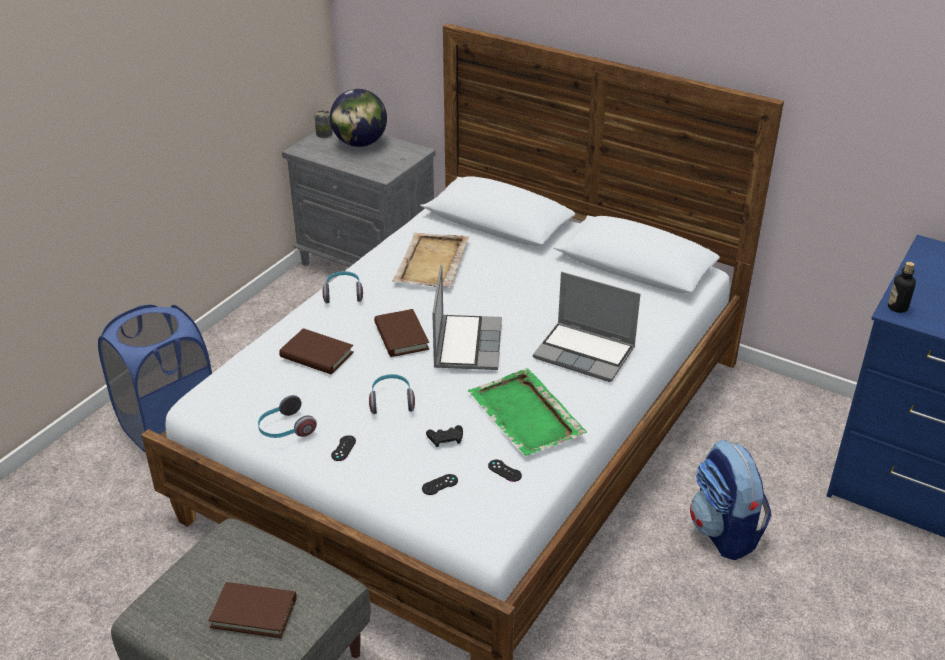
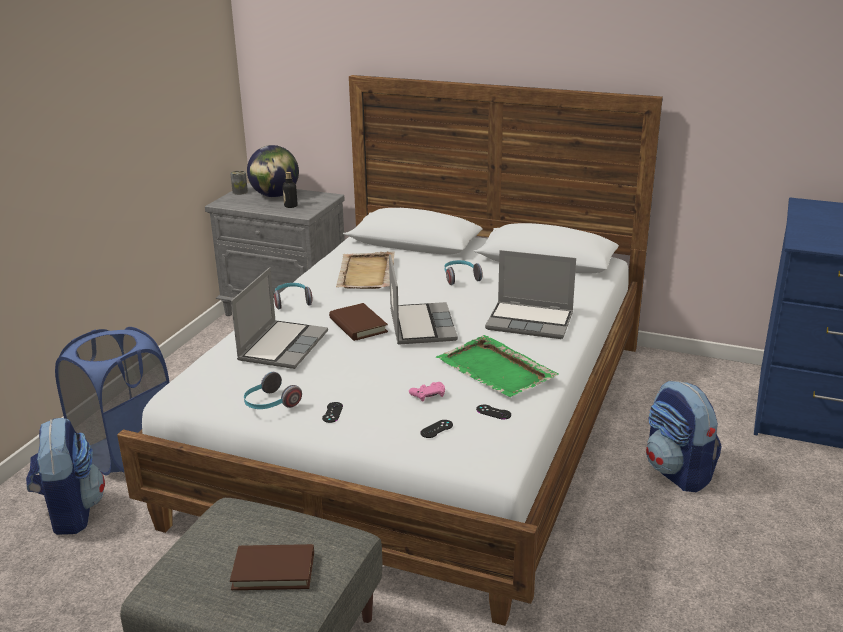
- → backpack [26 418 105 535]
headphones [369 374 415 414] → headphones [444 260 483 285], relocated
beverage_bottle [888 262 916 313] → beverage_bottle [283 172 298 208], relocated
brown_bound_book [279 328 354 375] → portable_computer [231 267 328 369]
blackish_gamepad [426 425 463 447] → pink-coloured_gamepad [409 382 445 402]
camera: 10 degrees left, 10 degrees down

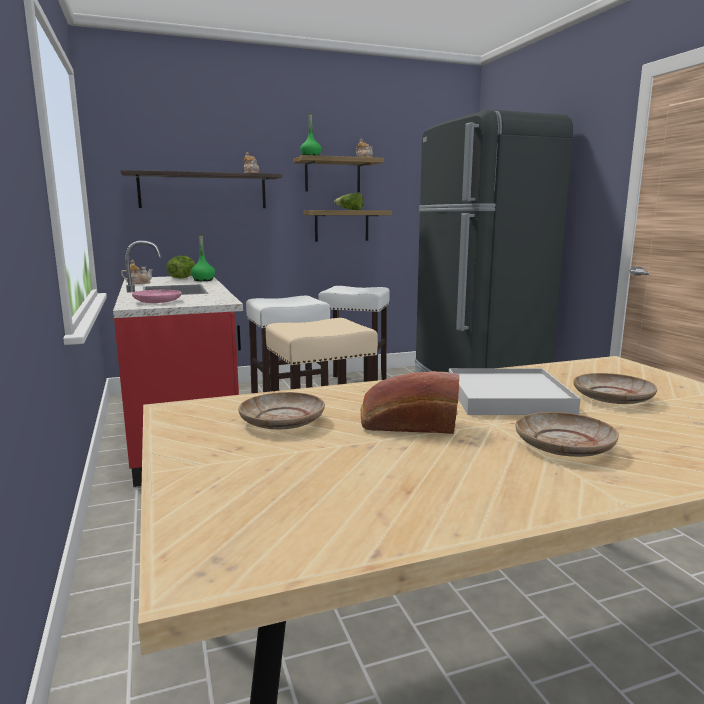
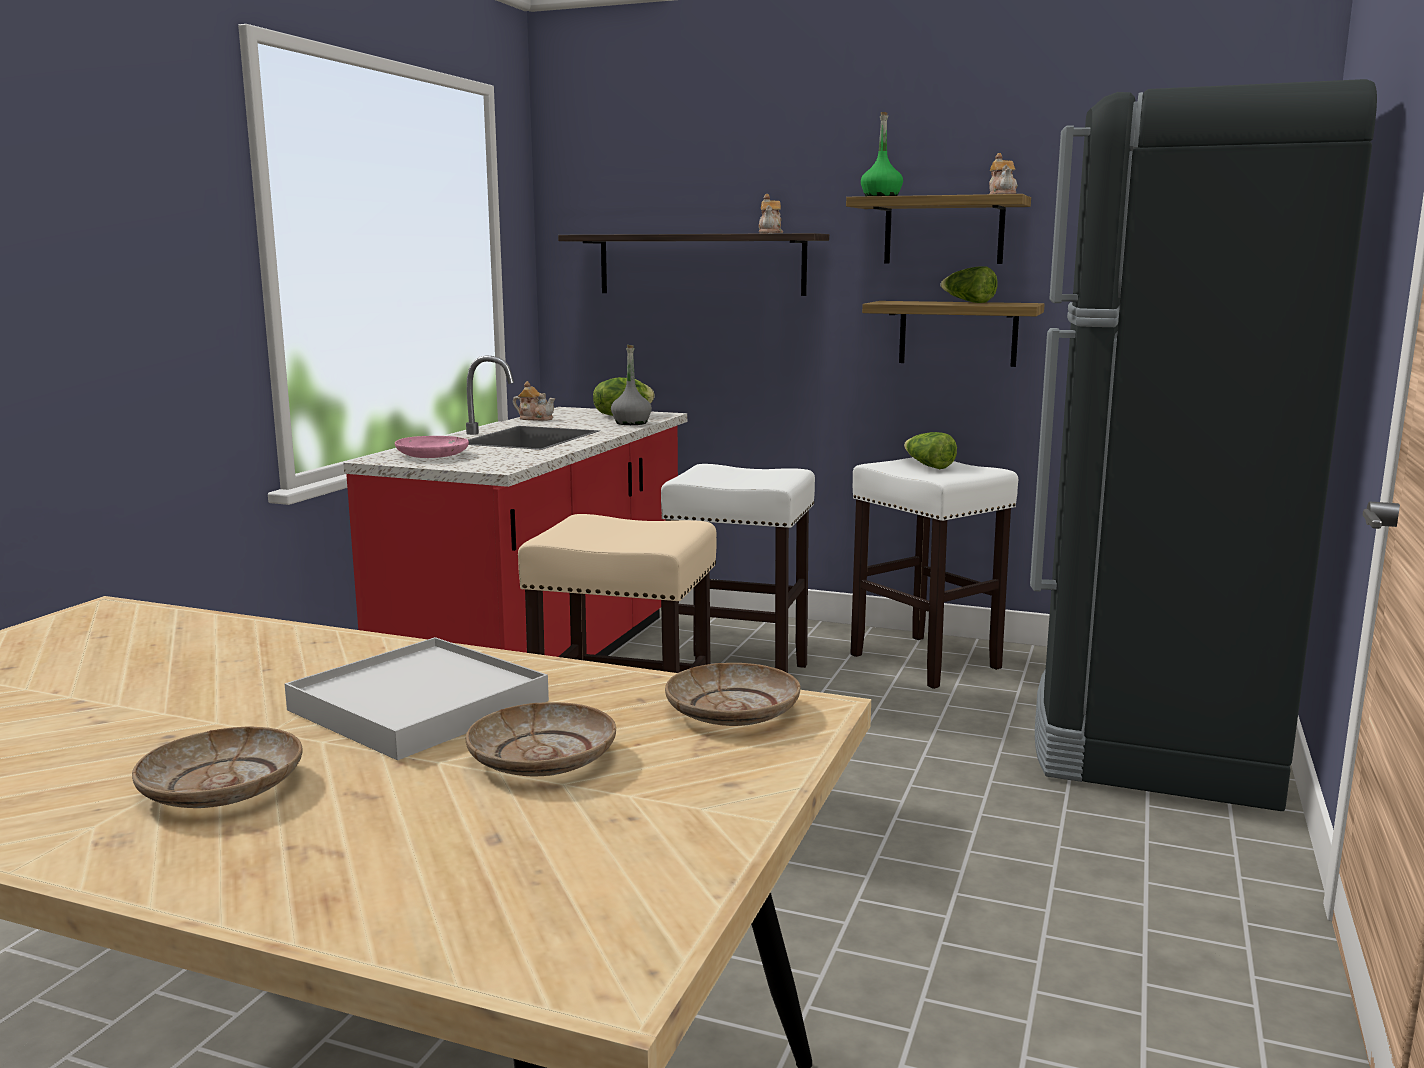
bread [361 371 459 434] → -
- → lettuce [904 432 957 469]
beige_flat_dish [238 392 325 429] → beige_flat_dish [665 663 800 726], relocated
green-coloured_beverage_bottle [191 234 215 281] → gray_beverage_bottle [611 345 652 425]
camera: 40 degrees right, 0 degrees up

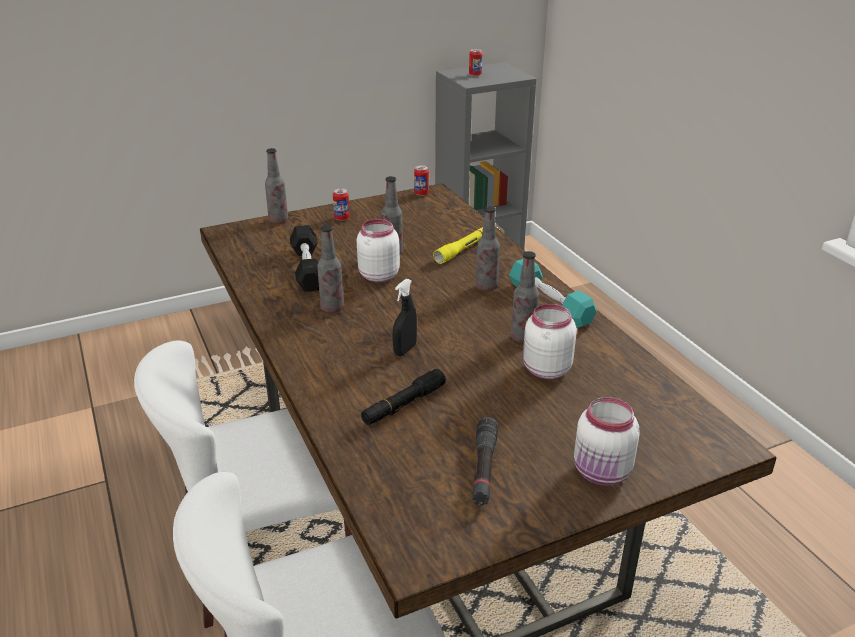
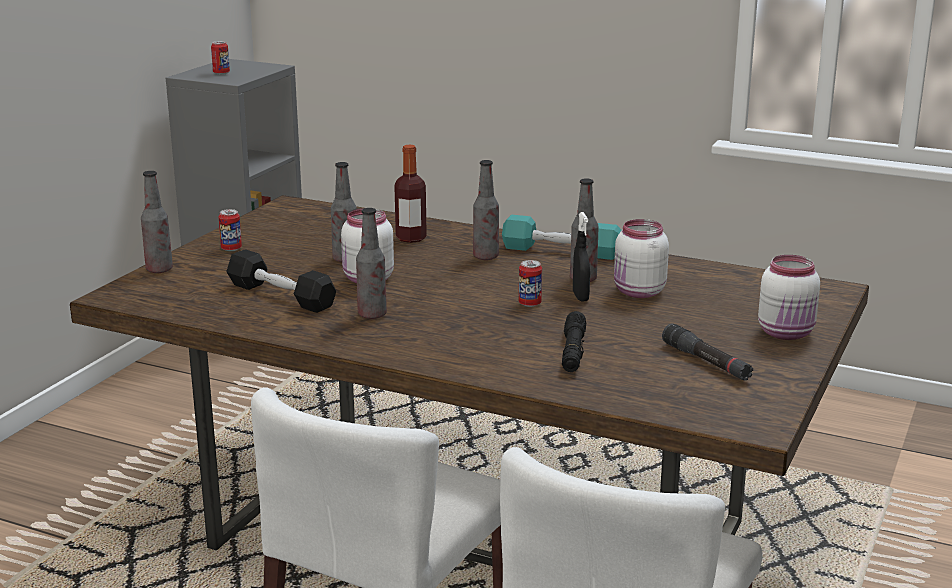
blackish_hand_sprayer [393 279 417 356] → blackish_hand_sprayer [573 212 590 302], relocated
sealed_can [414 165 429 196] → sealed_can [519 260 542 307], relocated
yellowish_hand_torch [433 227 483 264] → beverage_bottle [394 145 427 243]
camera: 40 degrees left, 10 degrees down

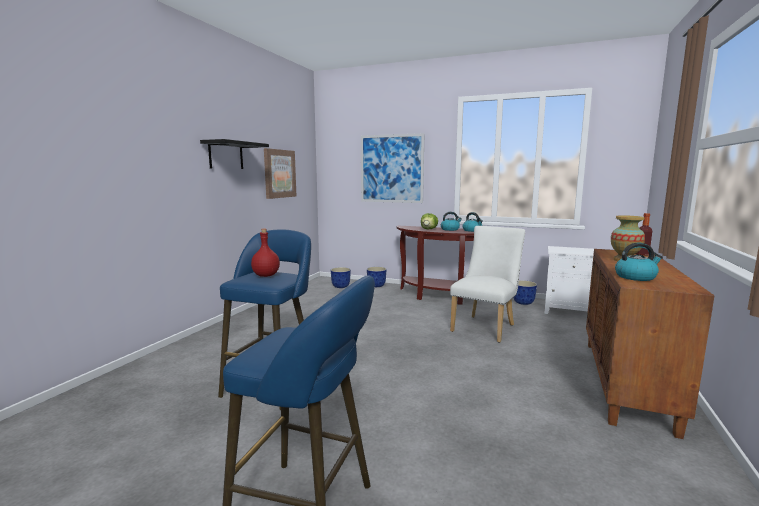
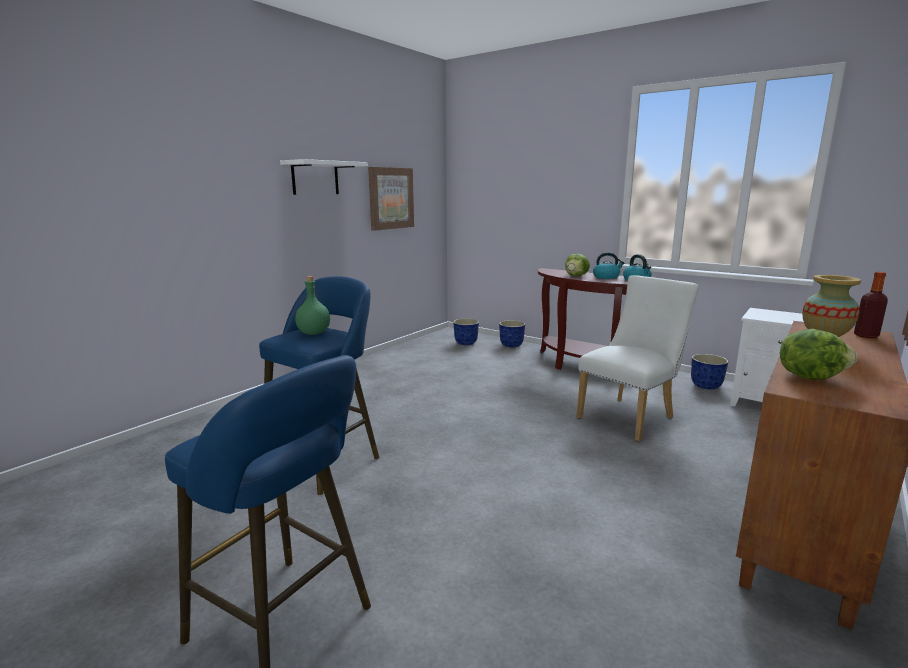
wall_picture [361 133 425 203] → -
water_kettle [615 242 663 281] → lettuce [780 329 857 380]
blackish_bracket_shelf [200 139 269 169] → white-coloured_bracket_shelf [280 159 368 195]
red_beverage_bottle [251 229 280 277] → green-coloured_beverage_bottle [295 276 330 335]
camera: 15 degrees right, 5 degrees up

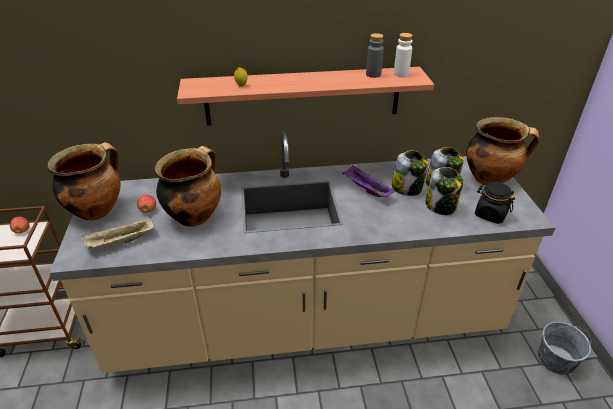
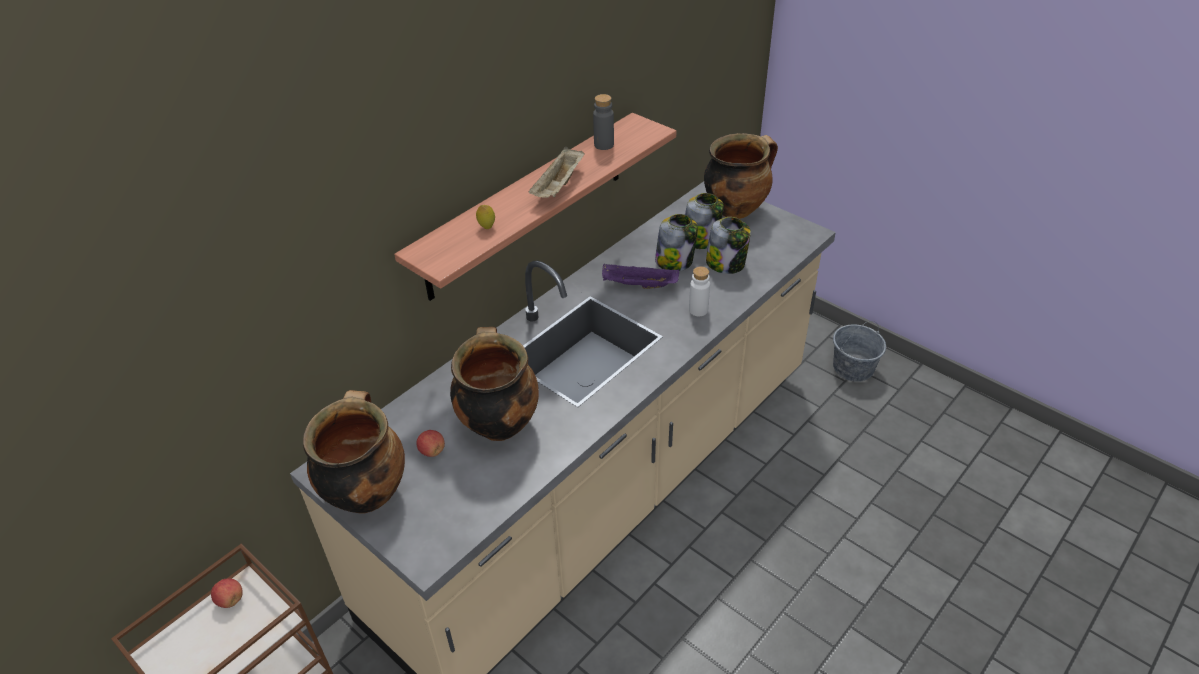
blackish_storage_jar [475 182 515 224] → -
beige_carrying_tray [82 217 154 249] → beige_carrying_tray [528 147 585 198], relocated
white-coloured_beverage_bottle [394 33 413 77] → white-coloured_beverage_bottle [689 267 710 316], relocated
camera: 40 degrees left, 5 degrees up

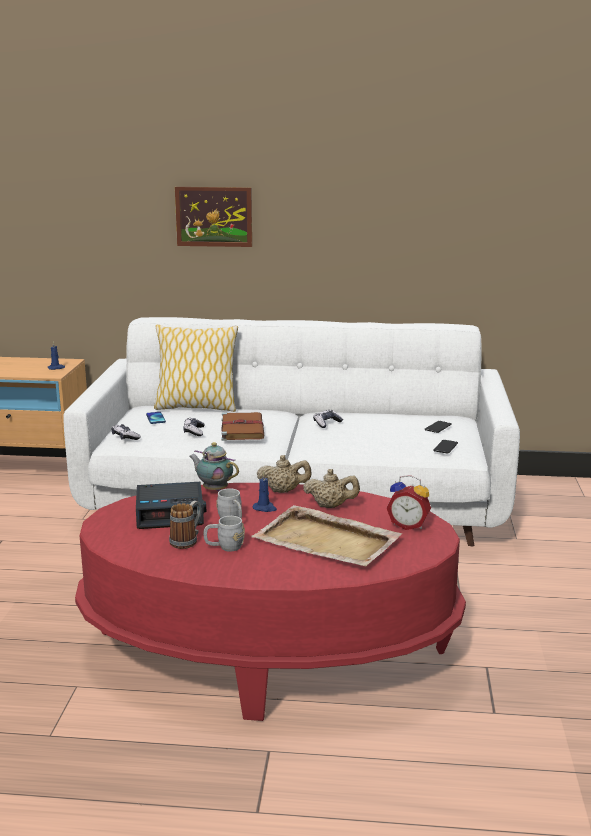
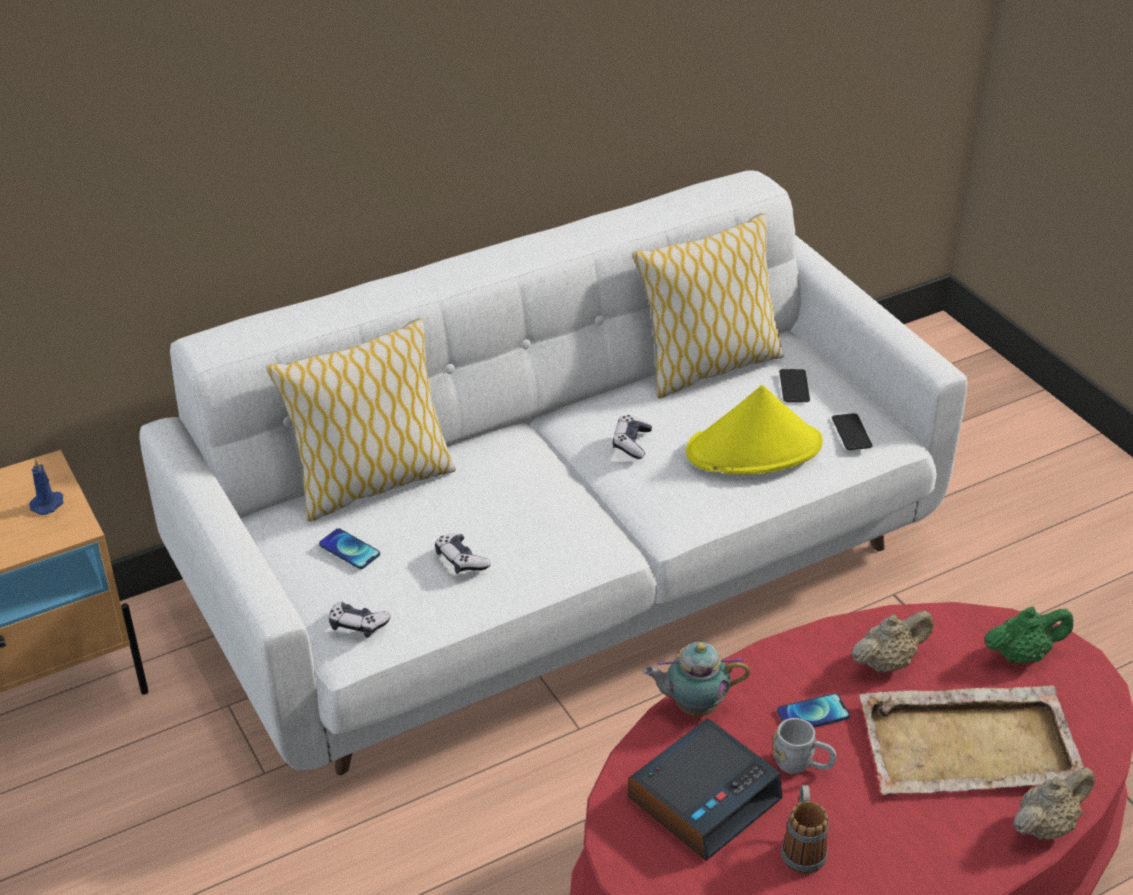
wall_picture [175 187 252 247] → -
gray_tea_mug [204 516 245 552] → -
brown_bound_book [221 412 264 441] → -
- → cushion [632 213 784 398]
- → yellowish_wearable_hat [686 385 823 474]
beige_teapot [257 455 312 493] → beige_teapot [1013 767 1095 840], relocated
blue-coloured_wax_light [253 472 277 512] → phone [777 693 850 727]
table_clock [387 475 431 530] → green-coloured_teapot [984 607 1073 663]
camera: 35 degrees left, 20 degrees up

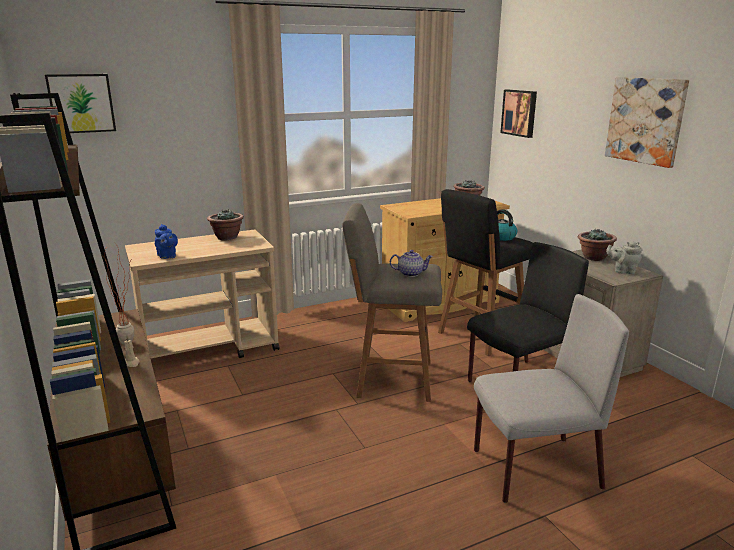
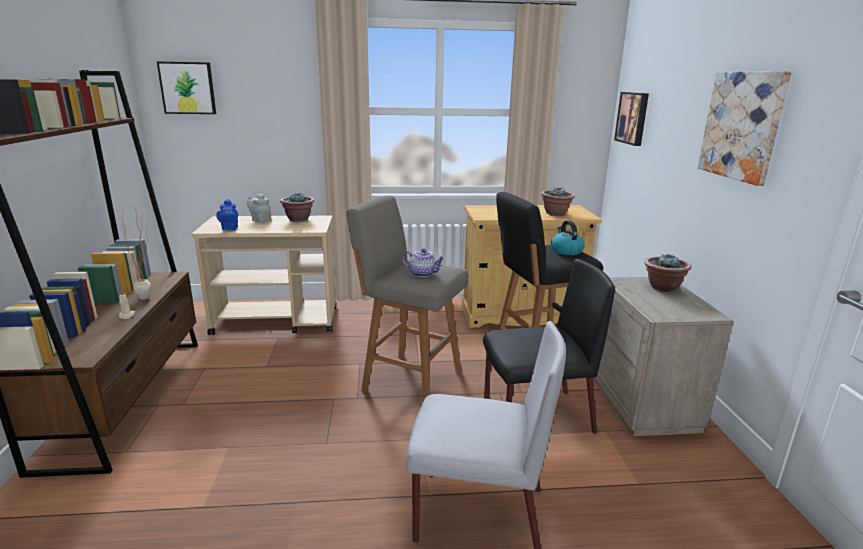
gray_teapot [606 241 642 274] → gray_teapot [246 194 271 223], relocated
camera: 20 degrees right, 0 degrees up

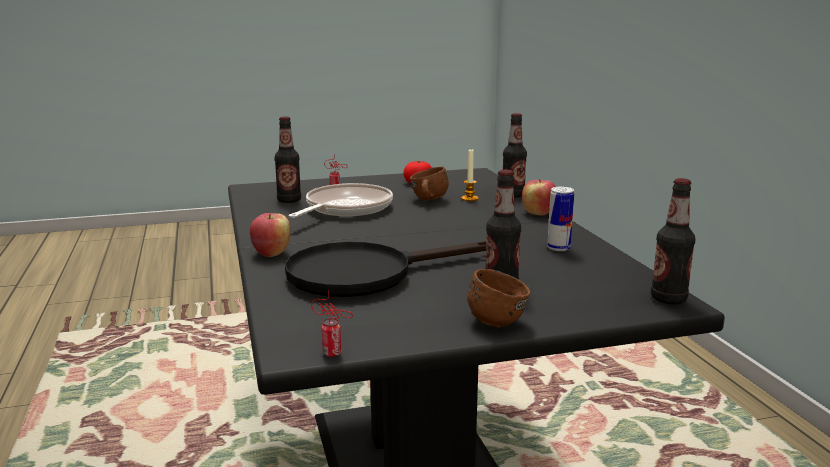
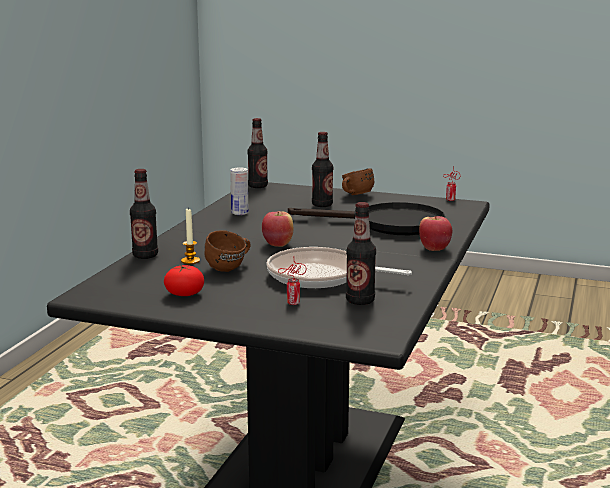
whole_apple [522 179 556 215] → whole_apple [262 211 293 247], relocated
frying_pan [288 183 393 218] → frying_pan [266 247 412 288], 45 degrees clockwise
camera: 145 degrees left, 0 degrees up

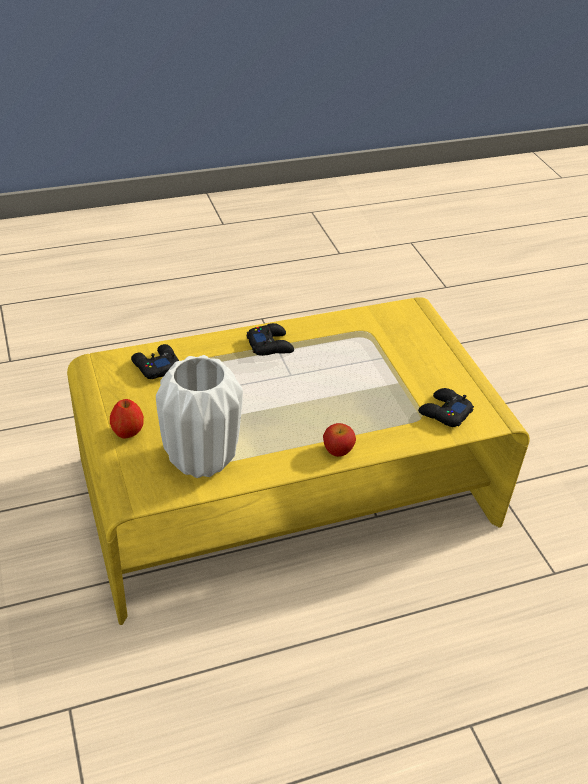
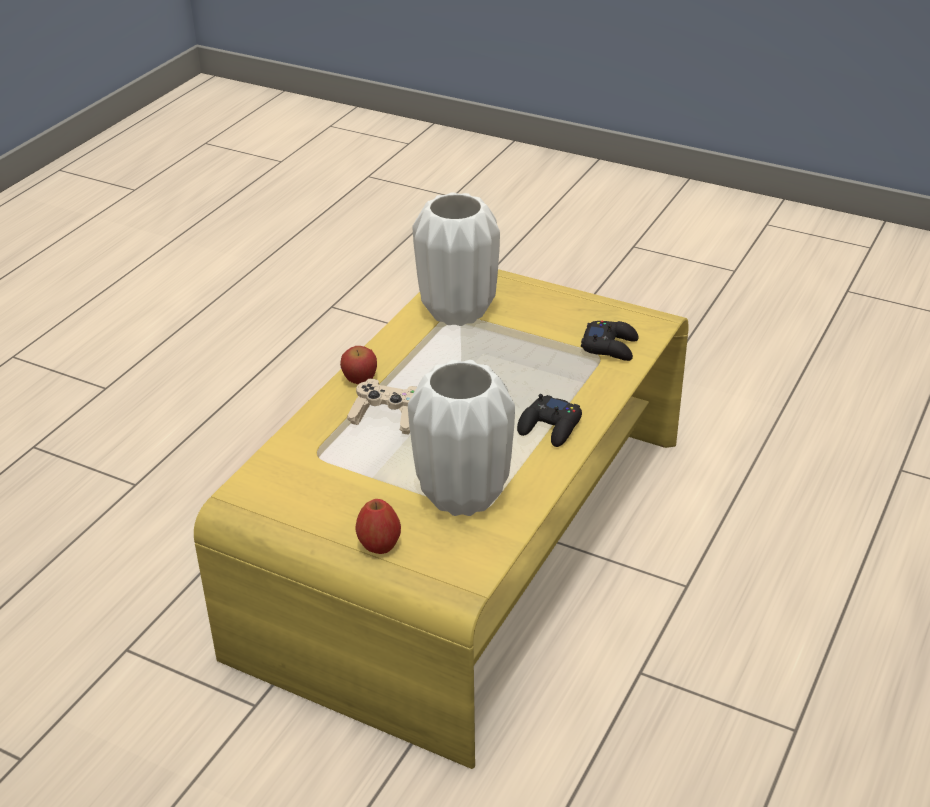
blackish_gamepad [418 388 474 427] → -
- → beige_gamepad [347 379 417 435]
- → white-coloured_flower_vase [408 360 515 516]
whole_apple [110 399 144 439] → whole_apple [356 499 401 554], relocated
camera: 140 degrees right, 5 degrees down

